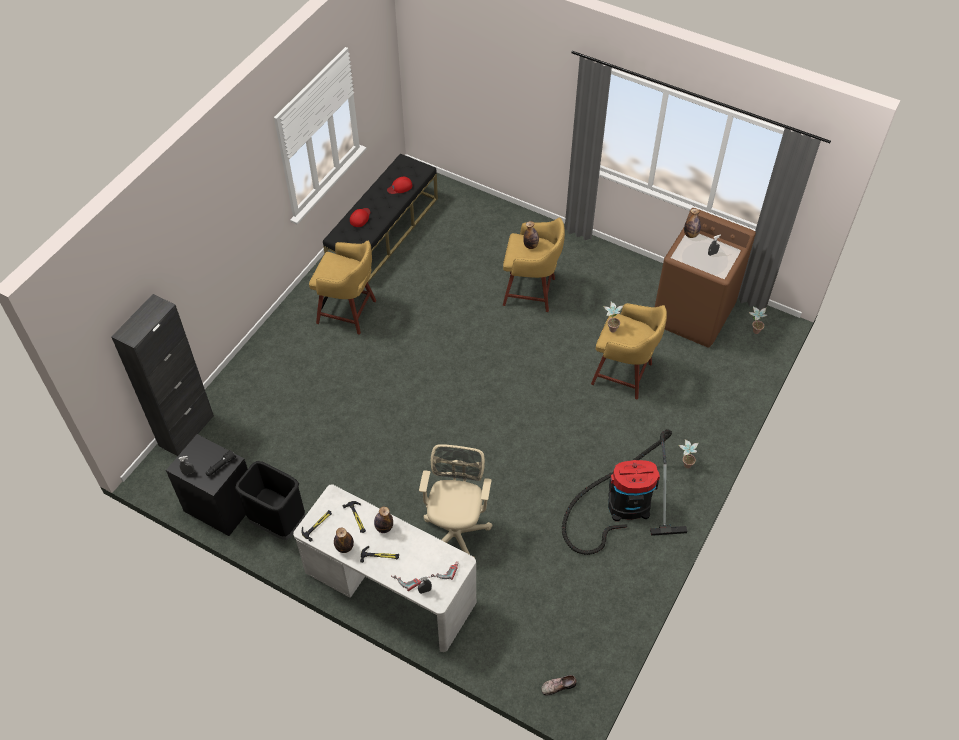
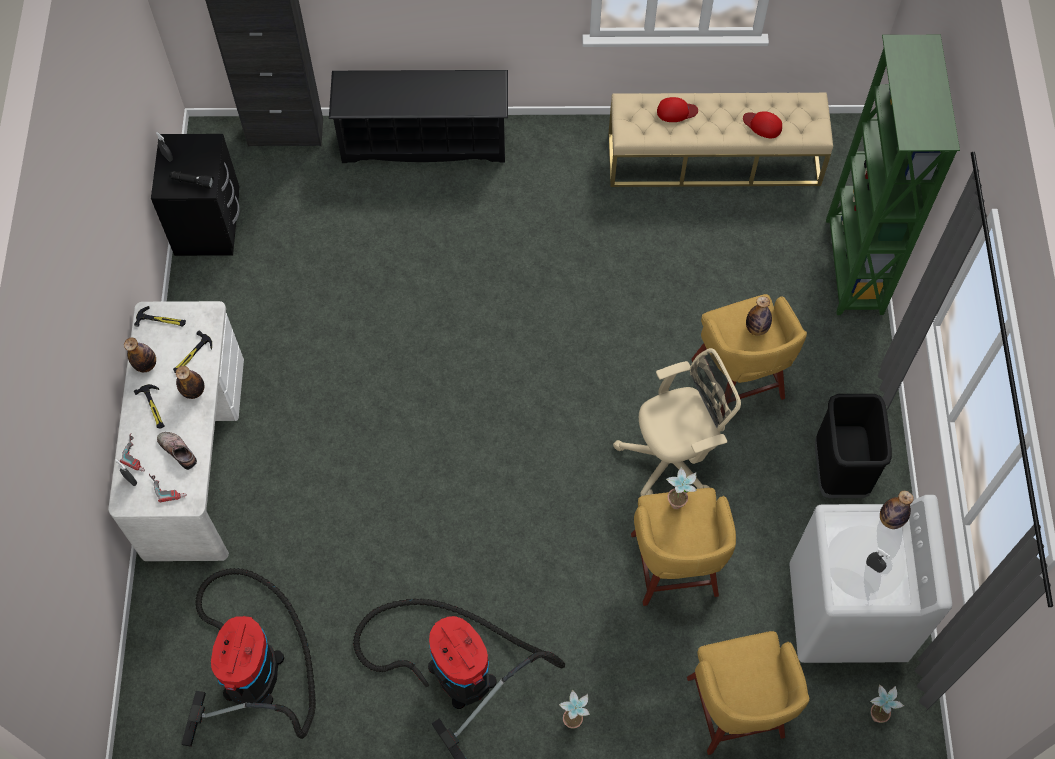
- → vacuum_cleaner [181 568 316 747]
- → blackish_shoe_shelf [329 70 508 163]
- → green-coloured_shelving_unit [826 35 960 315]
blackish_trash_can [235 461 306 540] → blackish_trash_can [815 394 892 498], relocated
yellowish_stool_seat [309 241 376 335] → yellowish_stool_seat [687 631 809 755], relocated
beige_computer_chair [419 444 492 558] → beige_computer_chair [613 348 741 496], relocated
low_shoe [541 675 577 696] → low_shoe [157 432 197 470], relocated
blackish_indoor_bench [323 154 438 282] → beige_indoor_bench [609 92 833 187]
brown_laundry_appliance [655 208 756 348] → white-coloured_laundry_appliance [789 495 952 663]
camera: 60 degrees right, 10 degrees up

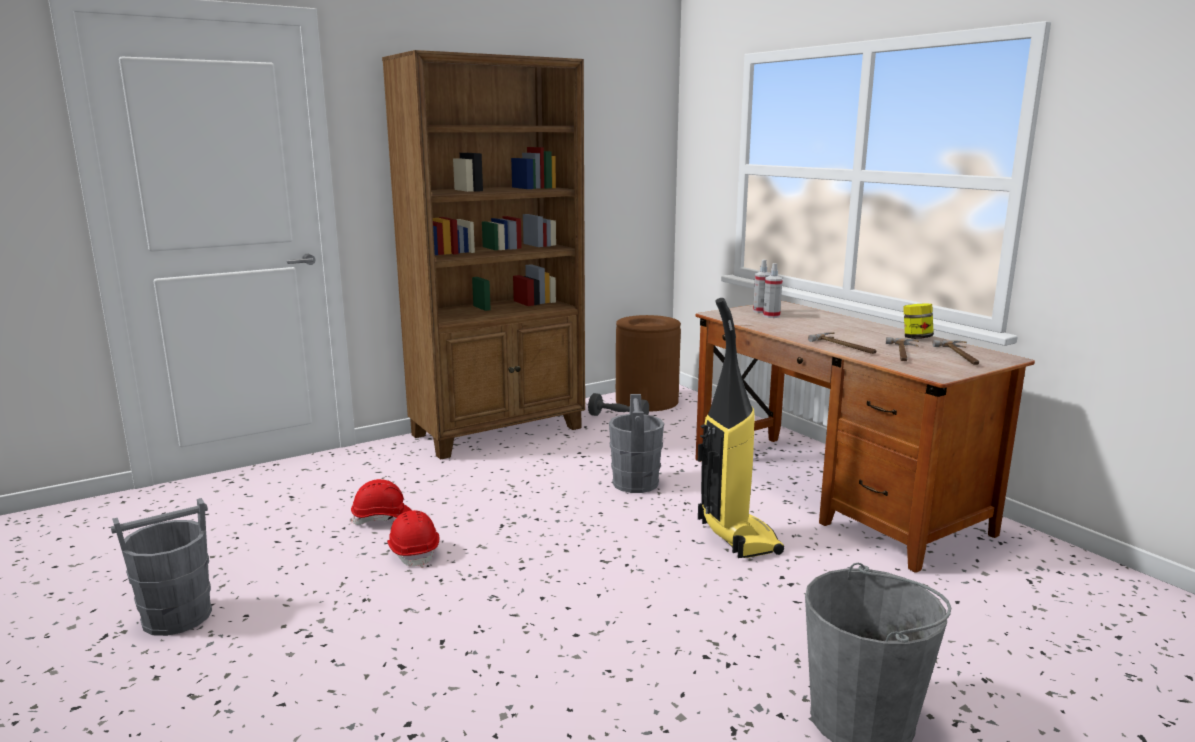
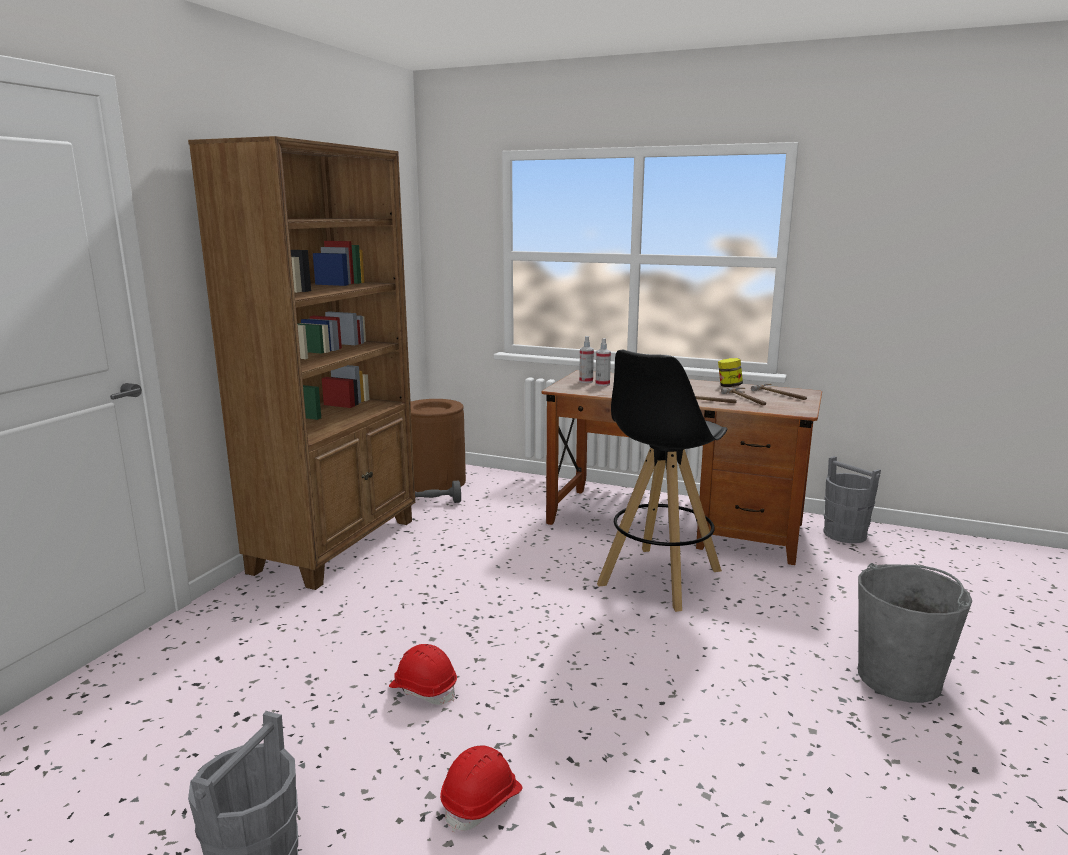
red_work_helmet [351 479 412 525] → red_work_helmet [440 745 523 833], relocated
gray_pail [609 394 664 493] → gray_pail [823 456 881 543], relocated
vacuum_cleaner [698 298 784 558] → blackish_stool_seat [597 350 727 612]
camera: 35 degrees left, 0 degrees up

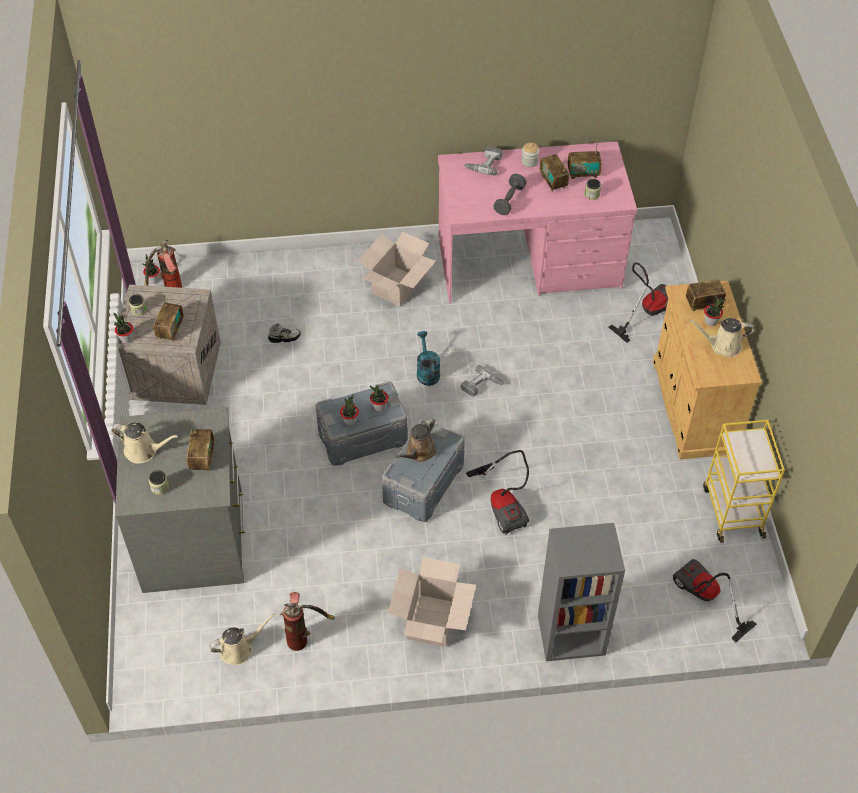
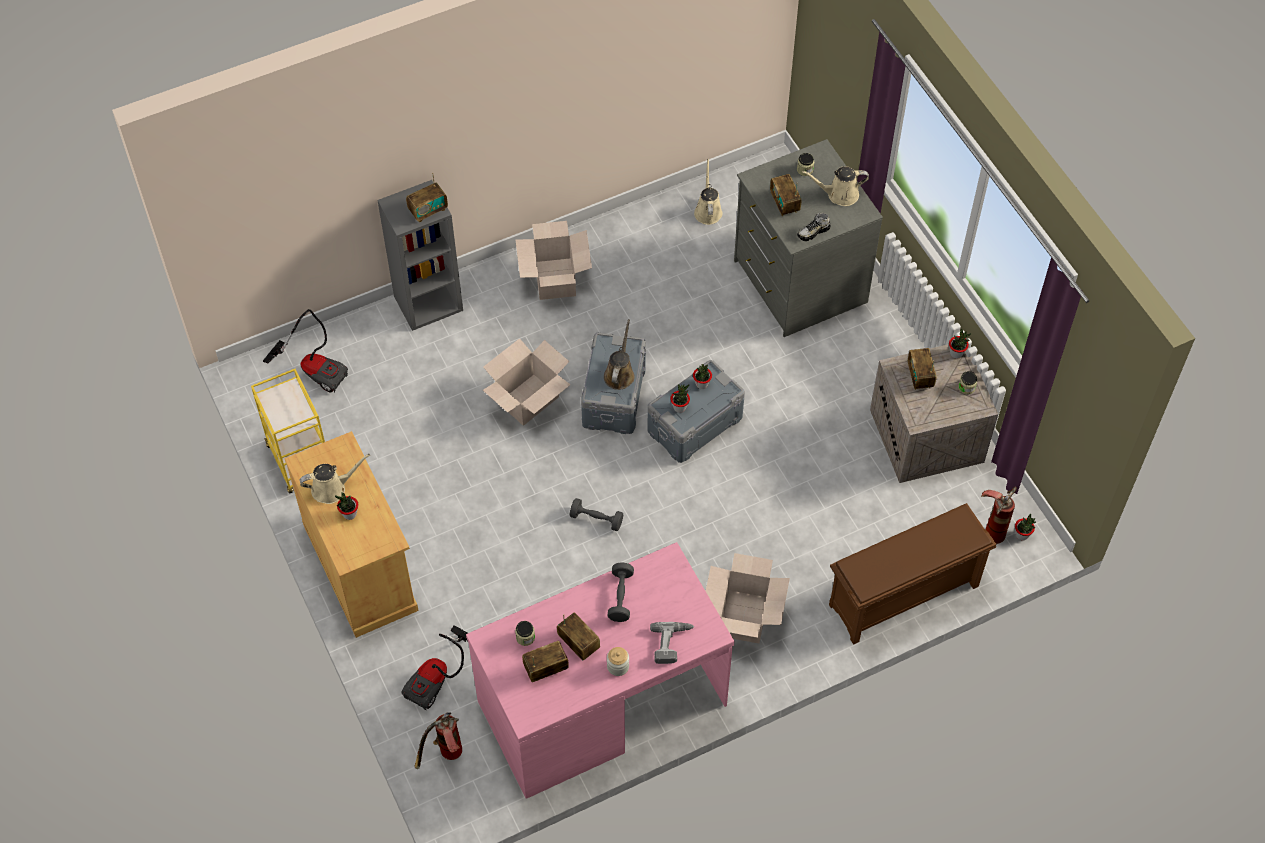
blue-green_watering_pot [417 331 440 386] → -
- → brown_shoe_shelf [829 503 996 645]
low_shoe [268 323 301 343] → low_shoe [797 213 831 241], relocated
fire-fighting_cylinder [280 592 335 651] → fire-fighting_cylinder [415 712 462 769], relocated
radio [686 279 726 311] → radio [406 173 448 223], relocated
drill [461 365 504 396] → gray_free_weight [570 498 623 531]
vacuum_cleaner [466 450 529 535] → cardboard_box [483 338 571 426]
beige_watering_pot [209 614 275 665] → beige_watering_pot [694 159 723 225], 135 degrees clockwise
camera: 160 degrees right, 5 degrees up

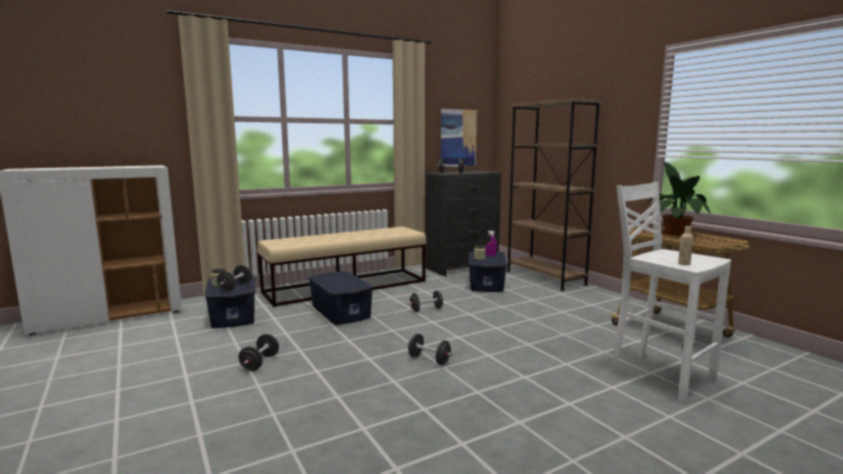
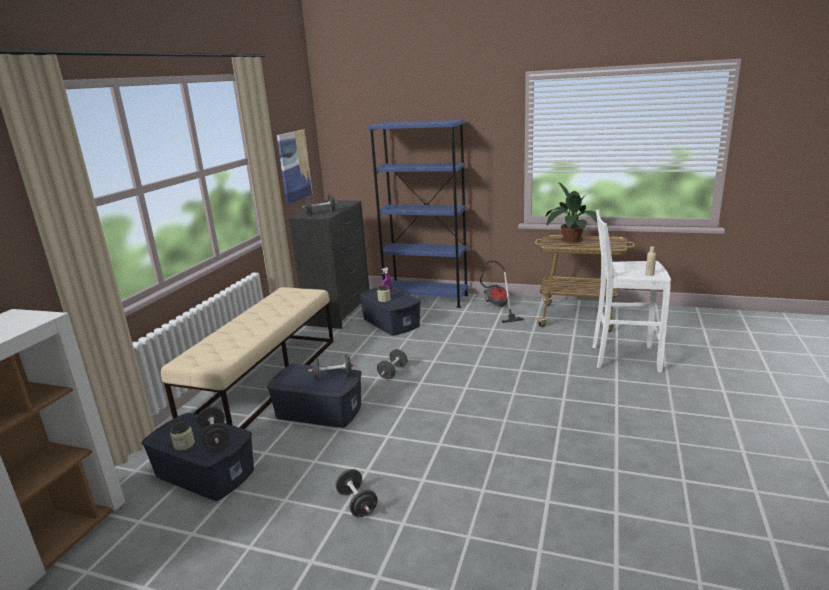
- → vacuum_cleaner [480 260 524 323]
blackish_free_weight [408 334 453 365] → blackish_free_weight [308 355 356 381], relocated
brown_shelving_unit [506 98 603 291] → blue-coloured_shelving_unit [368 119 468 308]
camera: 40 degrees left, 10 degrees up

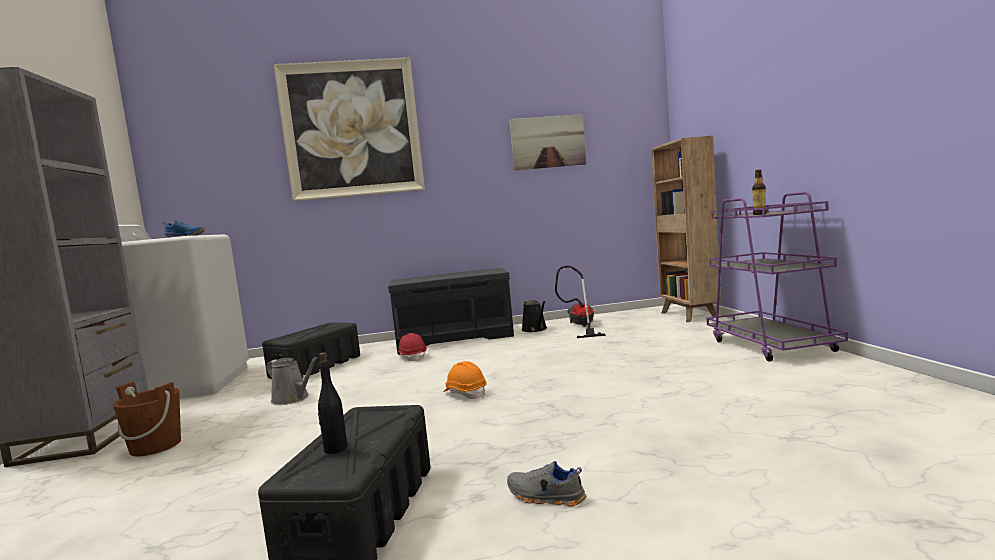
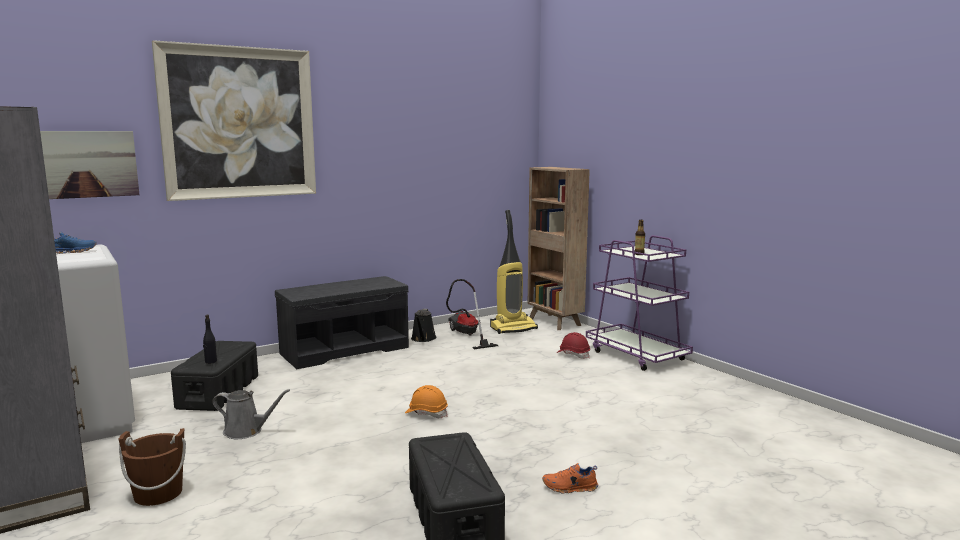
- → vacuum_cleaner [490 210 538 334]
blackish_beverage_bottle [318 352 348 454] → blackish_beverage_bottle [203 315 217 364], relocated
red_work_helmet [397 333 427 361] → red_work_helmet [557 332 590 359], relocated
wall_picture [509 114 586 171] → wall_picture [40 131 139 199], relocated
gray_low_shoe [507 461 586 507] → orangey_low_shoe [542 463 598 494]
blackish_watering_pot [522 300 547 332] → blackish_watering_pot [411 309 437 342], 45 degrees clockwise
camera: 25 degrees left, 5 degrees up

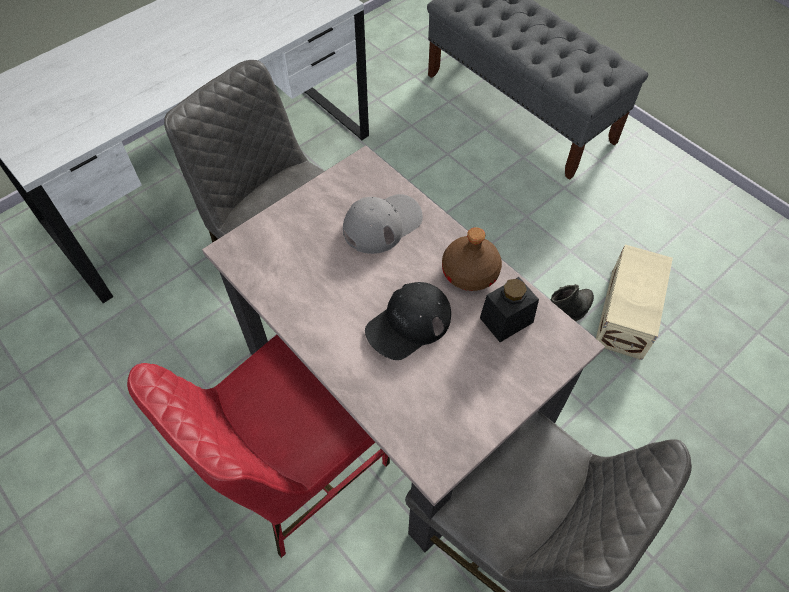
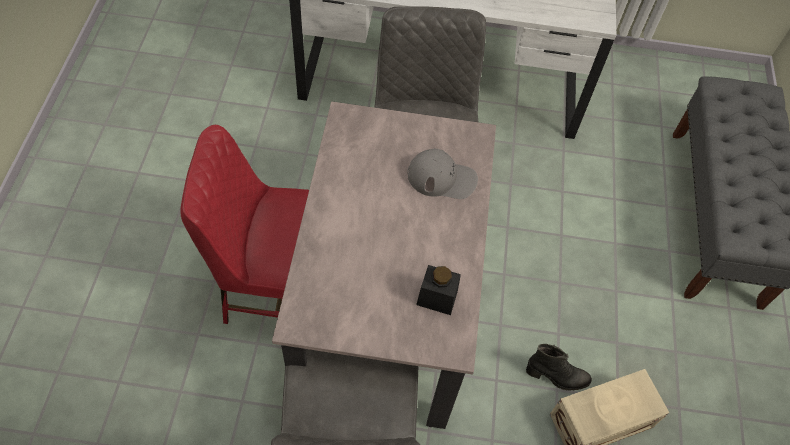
blackish_cap [365 282 451 360] → -
brown_beverage_bottle [442 228 502 291] → -
camera: 45 degrees right, 0 degrees up

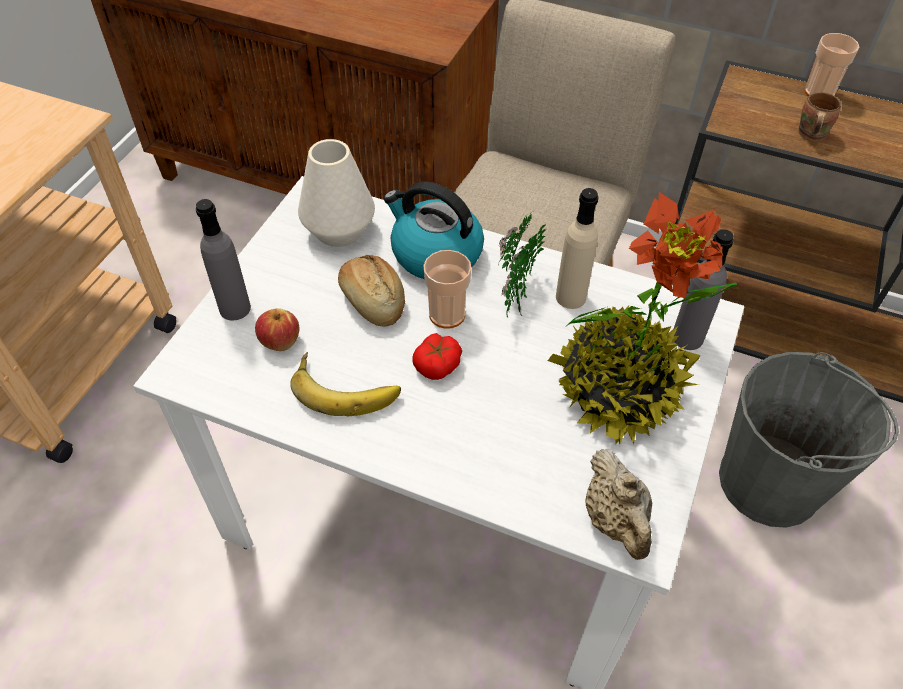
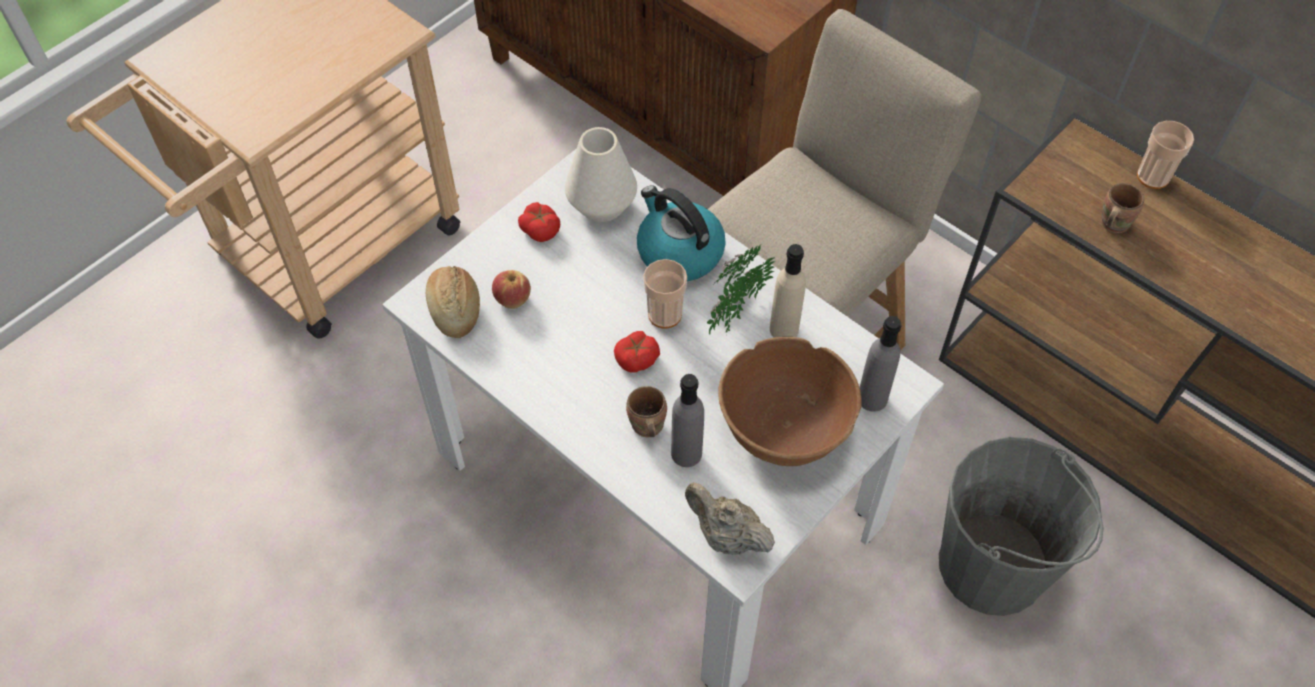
banana_fruit [290 352 401 416] → -
- → fresh_tomato [518 202 560 242]
- → brown_tea_mug [626 386 667 438]
gray_beverage_bottle [196 199 251 320] → gray_beverage_bottle [671 374 704 467], relocated
bread [338 255 405 326] → bread [426 266 480 338], relocated
houseplant [548 192 737 445] → brown_bowl [718 337 862 466]
beige_teapot [586 449 652 560] → beige_teapot [685 483 775 555], 120 degrees clockwise
camera: 20 degrees right, 5 degrees up

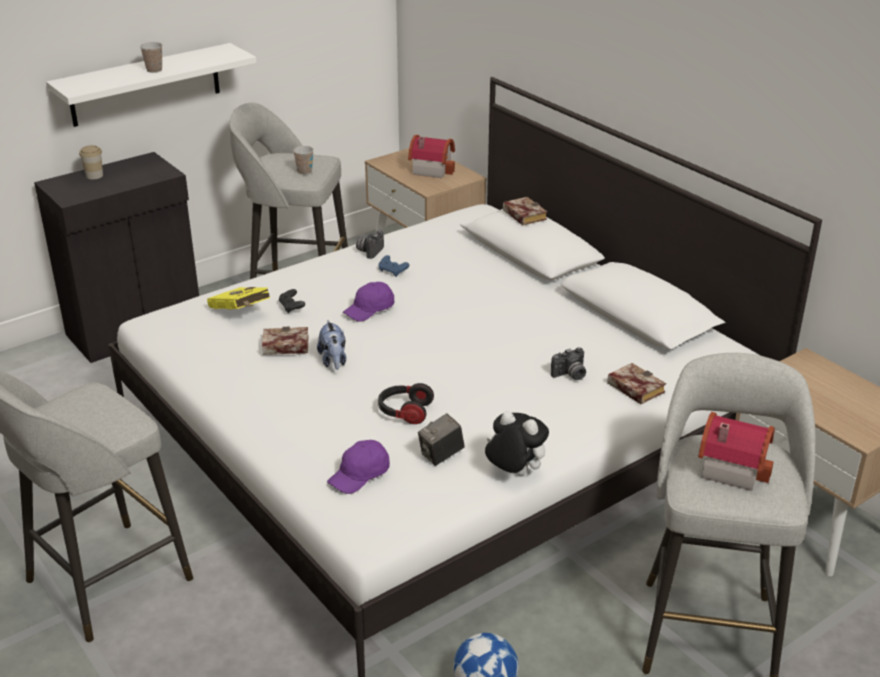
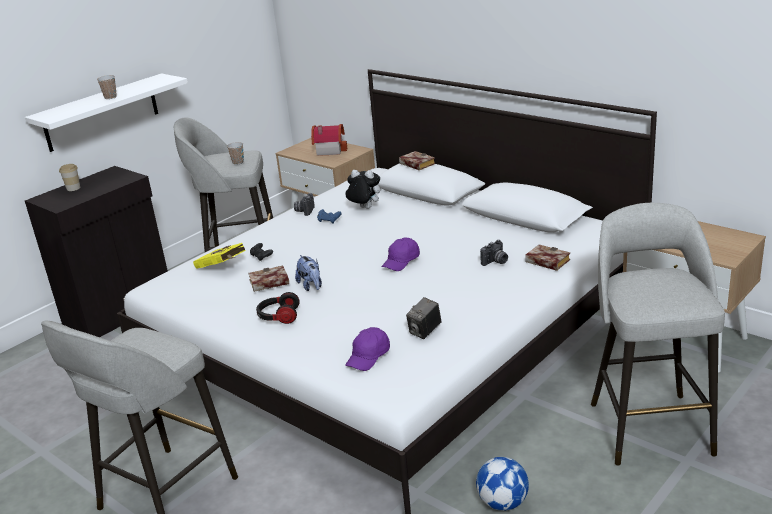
toy_house [698 412 775 491] → -
purple_cap [343 282 394 322] → purple_cap [381 238 420 271], relocated
headphones [378 383 434 424] → headphones [256 292 299 324], relocated
plush_toy [485 411 549 476] → plush_toy [345 170 380 209], relocated
camera: 10 degrees left, 5 degrees down

